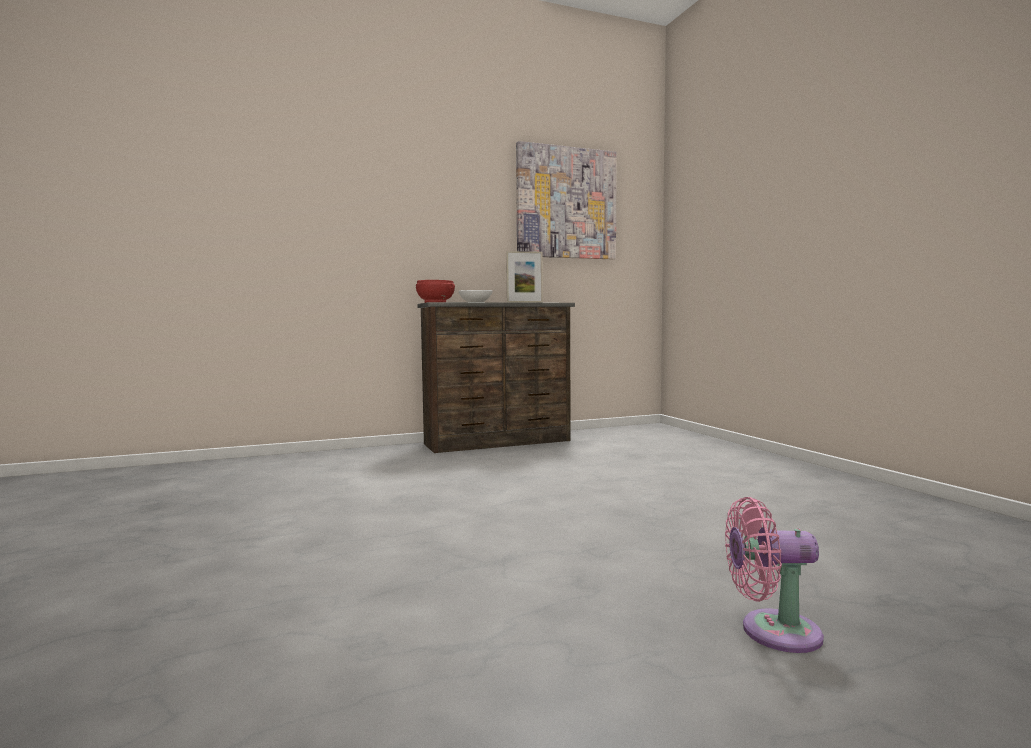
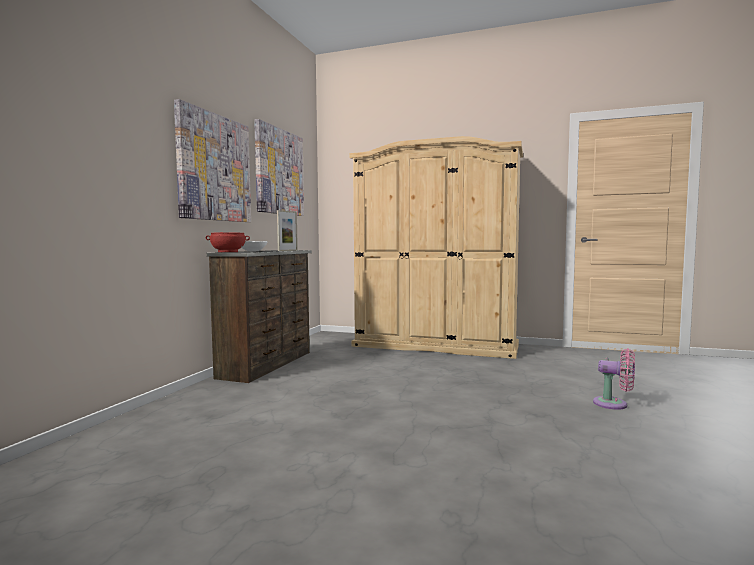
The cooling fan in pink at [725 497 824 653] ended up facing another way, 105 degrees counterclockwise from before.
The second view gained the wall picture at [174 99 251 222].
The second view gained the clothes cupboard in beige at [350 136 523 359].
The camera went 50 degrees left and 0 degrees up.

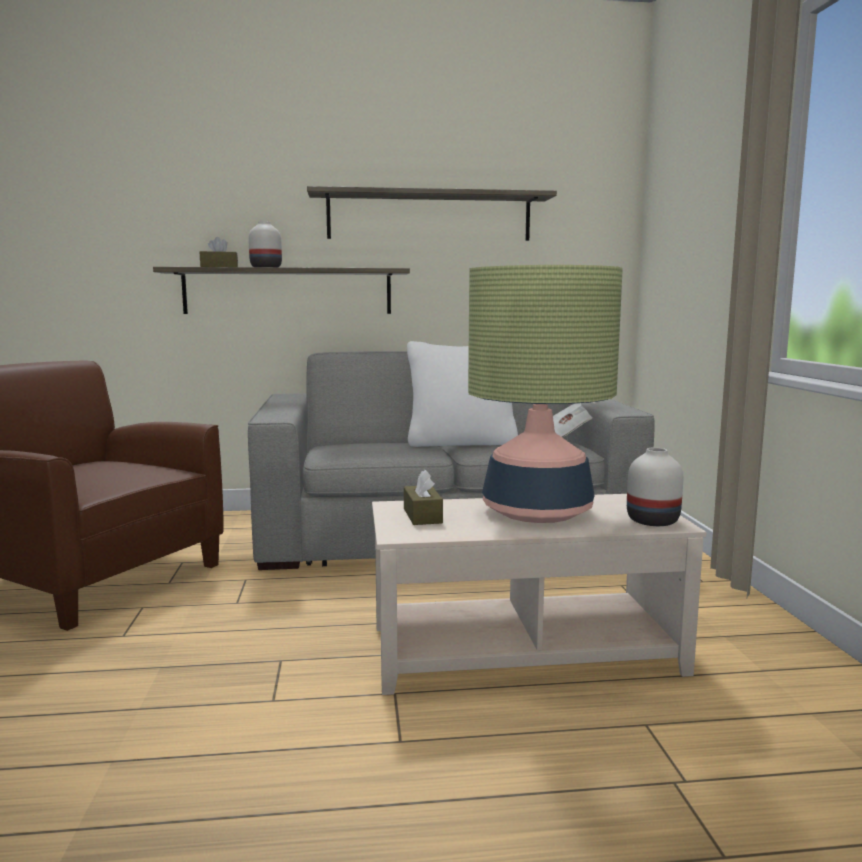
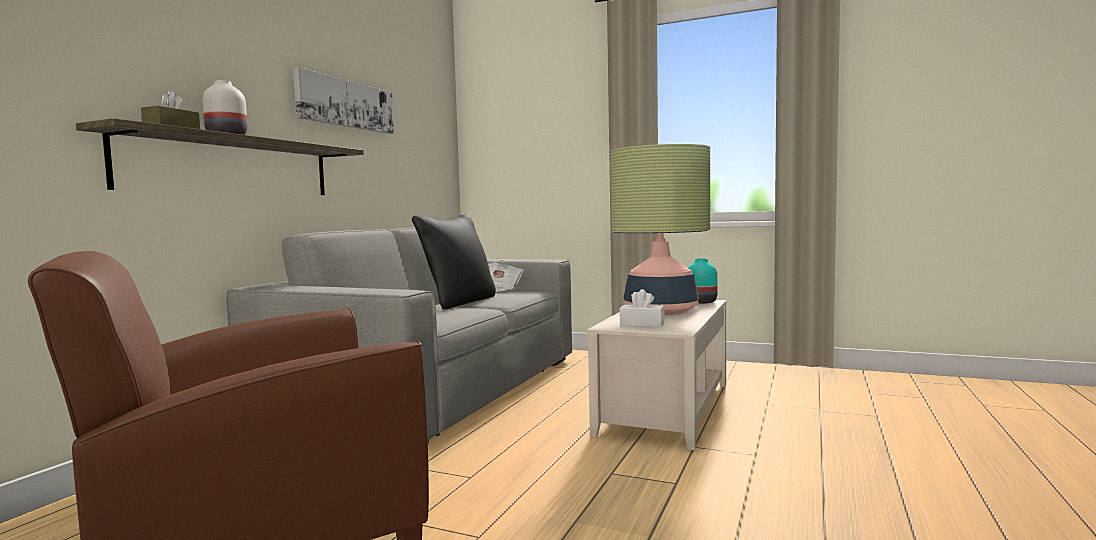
Where the bracket shelf hung at [307 186 557 241], the wall picture came to hang at [293 67 394 134].
What was the tissue holder in brown at [404 470 443 525] turned into the tissue holder in white-coloured at [619 289 665 327].
What was the pillow in white-coloured at [407 341 518 447] turned into the pillow in black at [412 215 496 309].
What was the vase in white-coloured at [627 447 683 526] turned into the vase in turquoise at [688 258 718 304].
The camera went 60 degrees left and 5 degrees down.

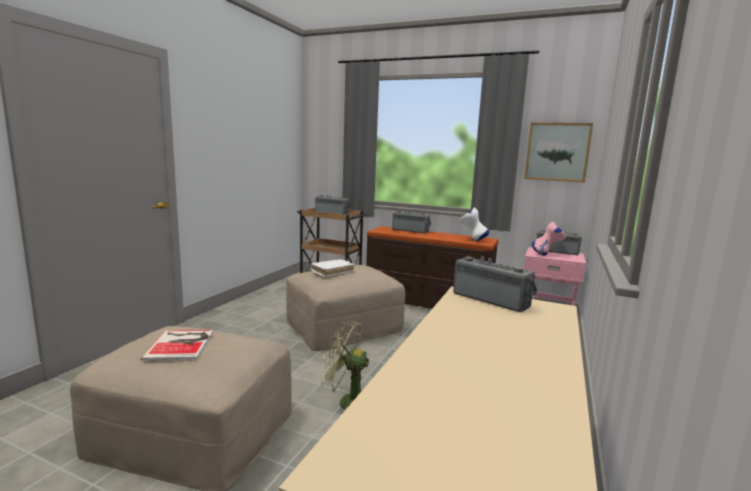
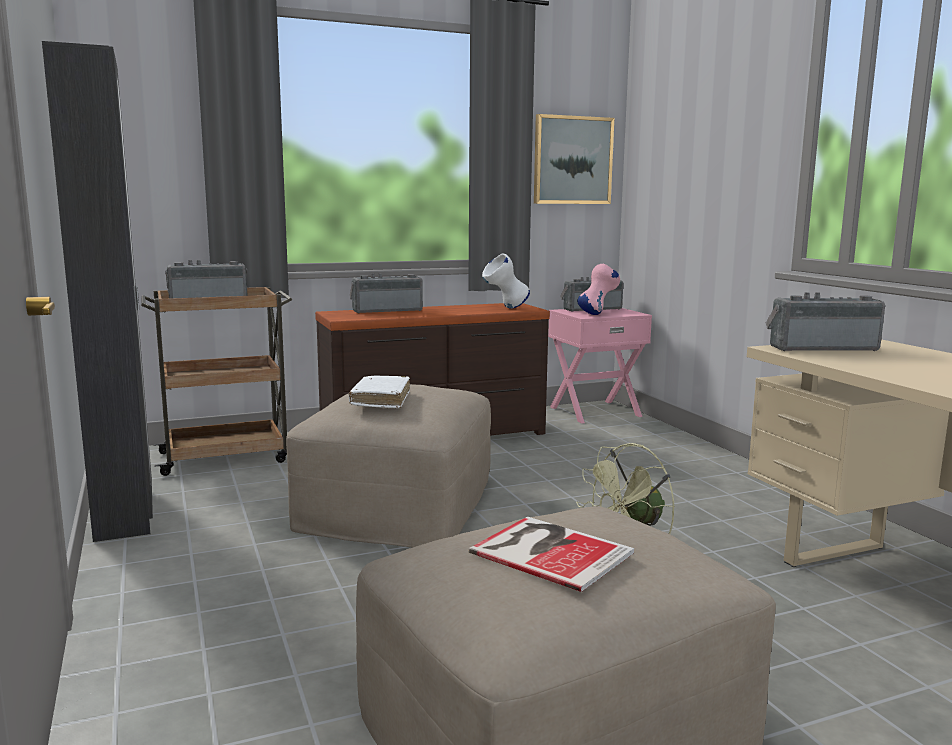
The second view gained the clothes cupboard in black at [42 41 153 542].
The camera went 45 degrees left and 0 degrees up.

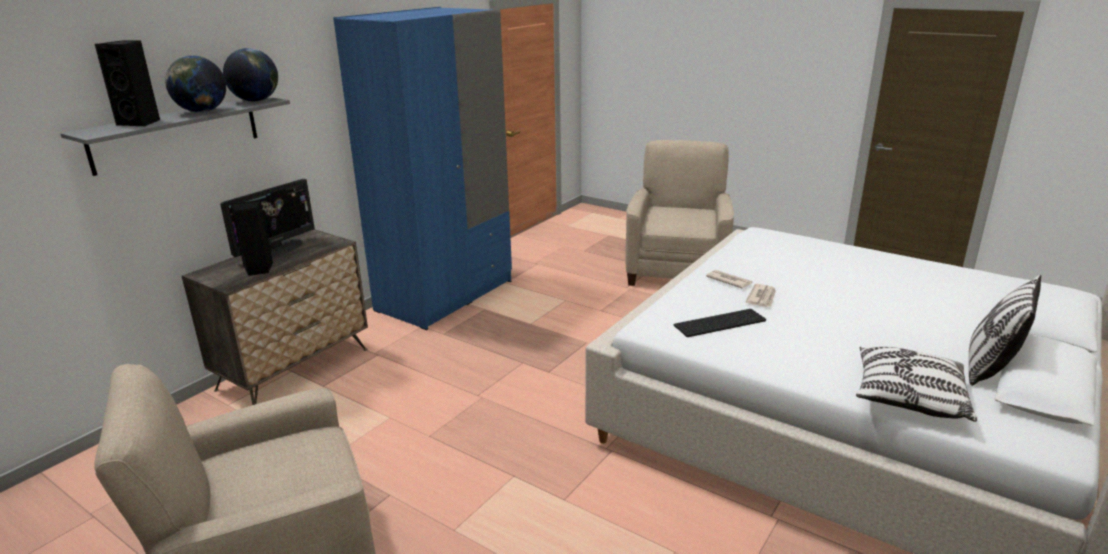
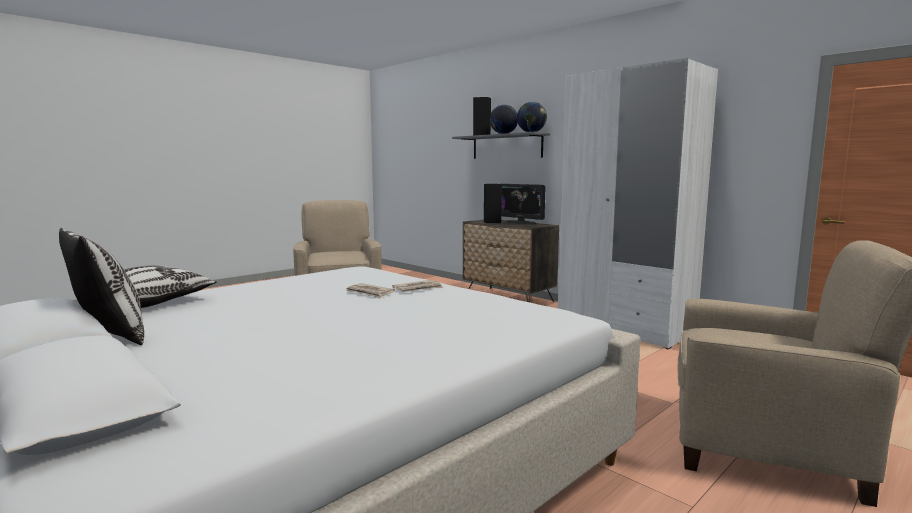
What was the clothes cupboard in bluish at [333 7 512 330] turned into the clothes cupboard in white-coloured at [558 58 718 349].
The second view lost the keyboard at [674 309 766 337].
The camera went 100 degrees right and 15 degrees down.

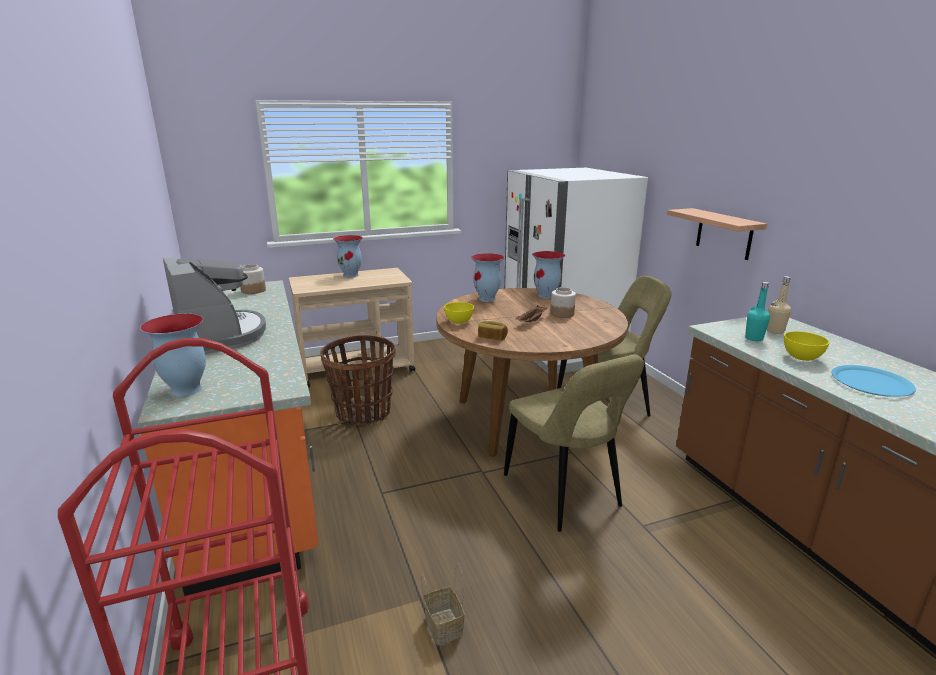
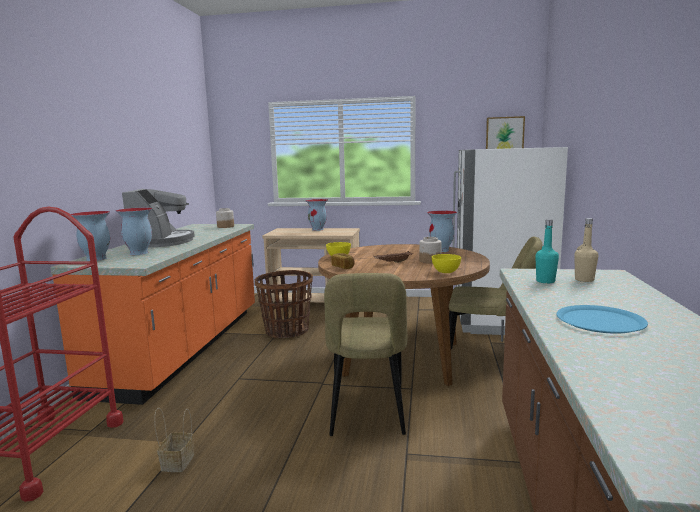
The vase ended up elsewhere, having gone from [471 253 504 302] to [116 208 152 255].
The second view lost the bracket shelf at [667 208 767 260].
The deep dish in yellow ended up elsewhere, having gone from [784 331 830 361] to [432 254 461 273].
The second view gained the wall picture at [486 116 525 149].
The camera went 30 degrees right and 10 degrees down.

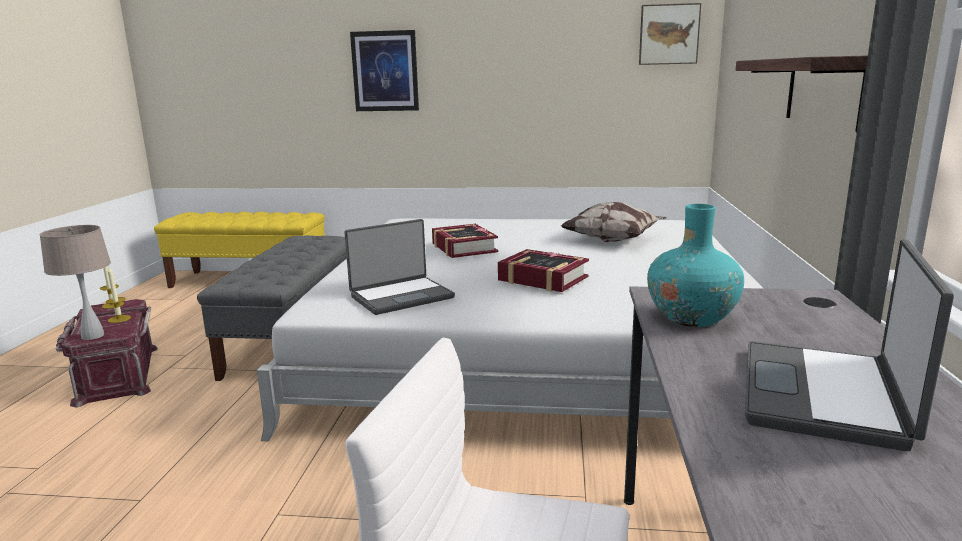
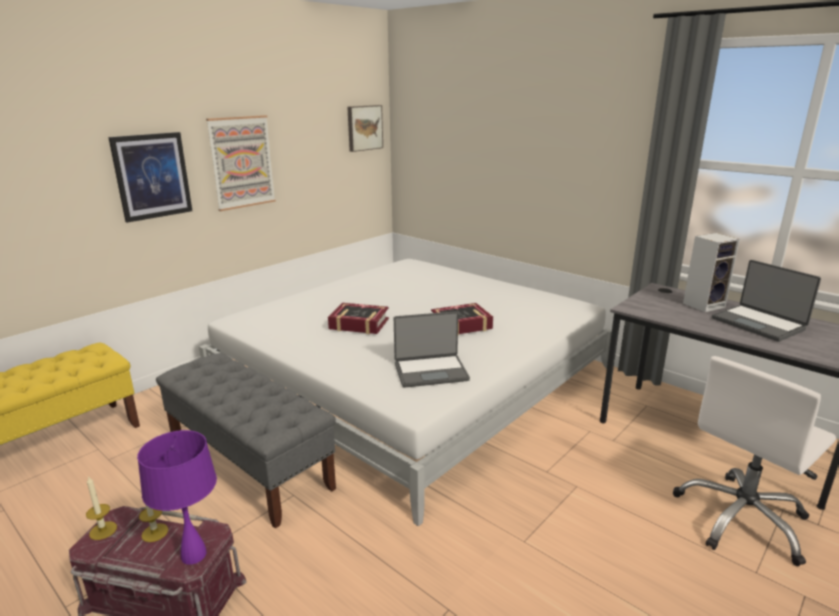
What was the tabletop lamp in beige at [39 225 111 340] turned into the tabletop lamp in purple-coloured at [137 430 217 565].
The notebook computer at [344 219 455 315] ended up facing another way, 75 degrees clockwise from before.
The second view lost the pillow at [561 202 667 242].
The second view lost the vase in turquoise at [647 204 744 327].
The second view lost the bracket shelf at [736 55 868 132].
The second view gained the wall picture at [206 115 276 211].
The second view gained the audio speaker at [683 233 740 312].
The camera went 55 degrees left and 5 degrees up.

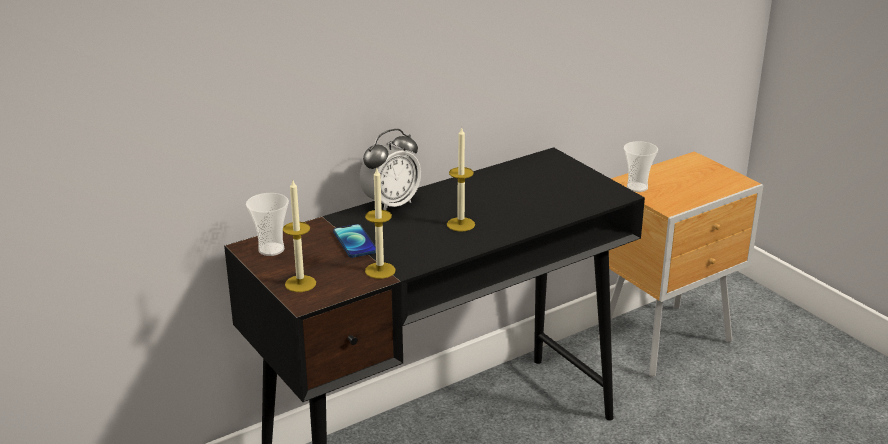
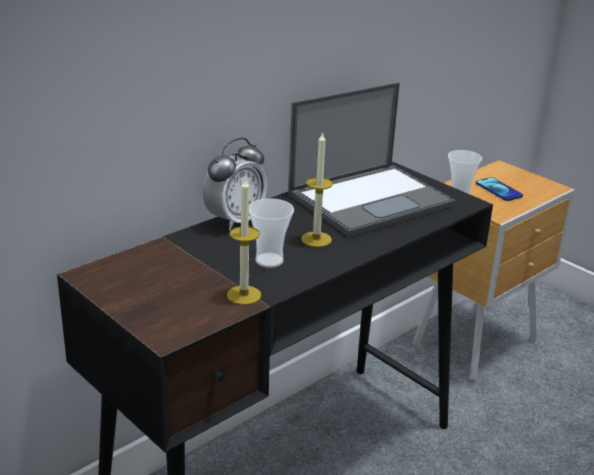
The cup ended up elsewhere, having gone from [246 193 289 256] to [249 198 294 268].
The second view lost the wax light at [283 180 316 292].
The handset ended up elsewhere, having gone from [333 224 376 258] to [476 177 523 201].
The second view gained the notebook computer at [288 82 456 237].
The camera went 10 degrees left and 0 degrees up.

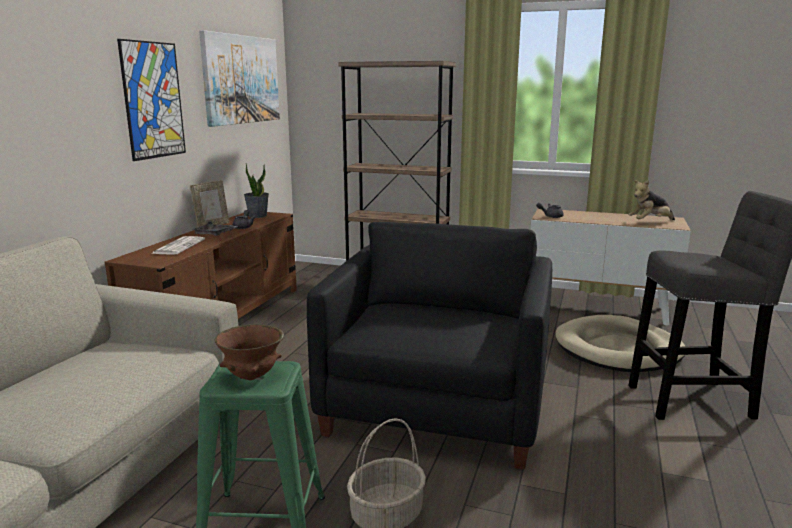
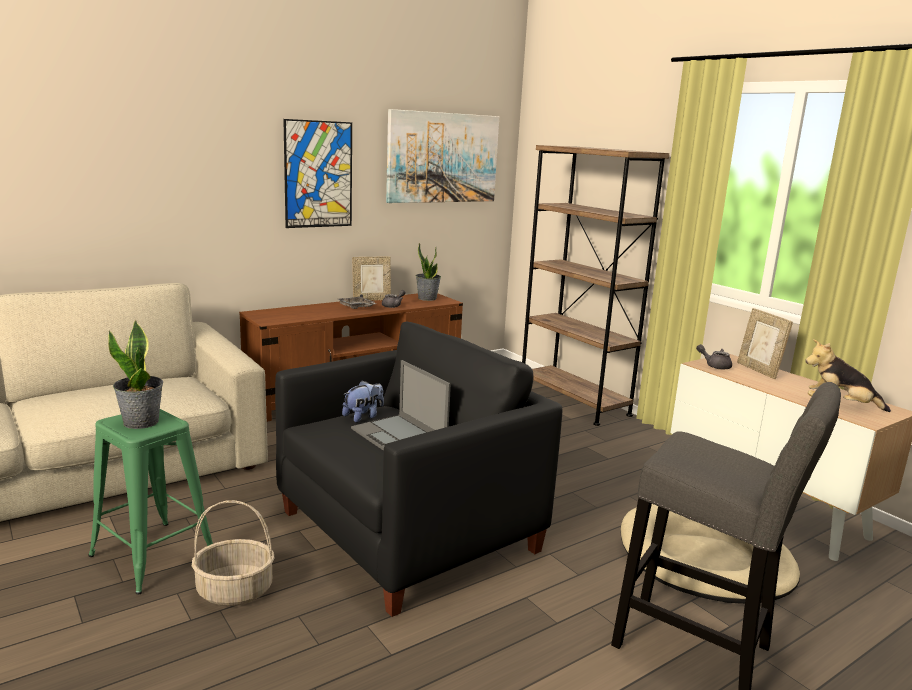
The second view lost the daily paper at [151 236 205 255].
Where the deep dish in brown stood at [215 324 284 380], the plant in a pot came to stand at [108 320 163 429].
The second view gained the soft toy at [342 381 384 423].
The second view gained the notebook computer at [351 360 451 451].
The second view gained the standing frame at [737 308 793 379].
The camera went 35 degrees right and 0 degrees up.

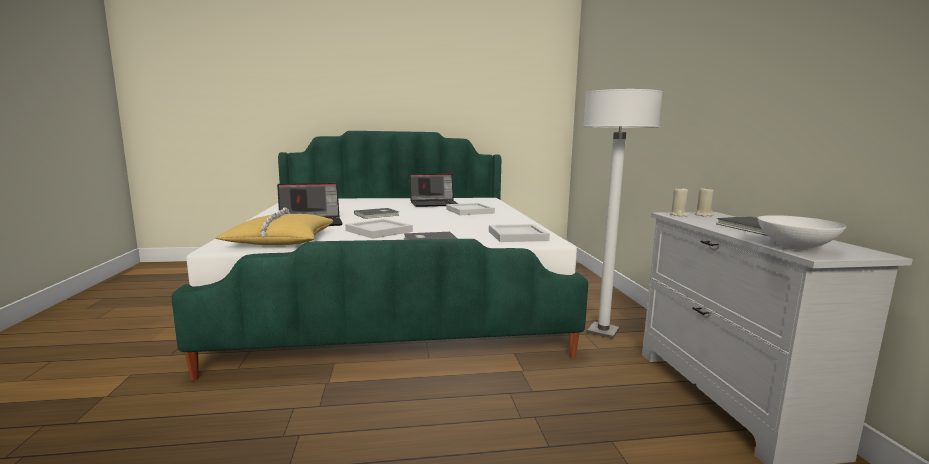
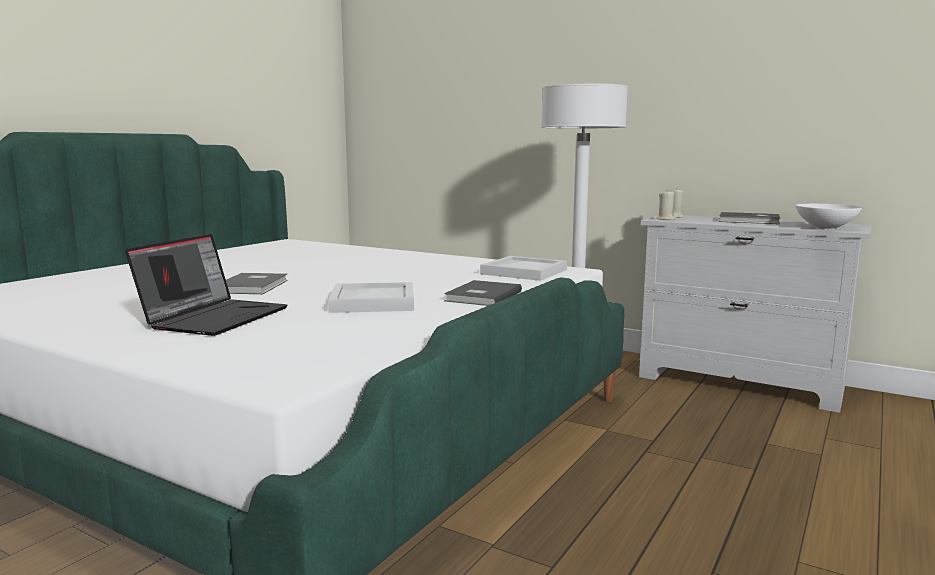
The second view lost the pillow in yellow at [215 208 333 245].
The second view lost the notebook computer at [409 174 458 207].
The second view lost the serving tray in white-coloured at [446 203 495 215].
The camera went 50 degrees left and 0 degrees up.

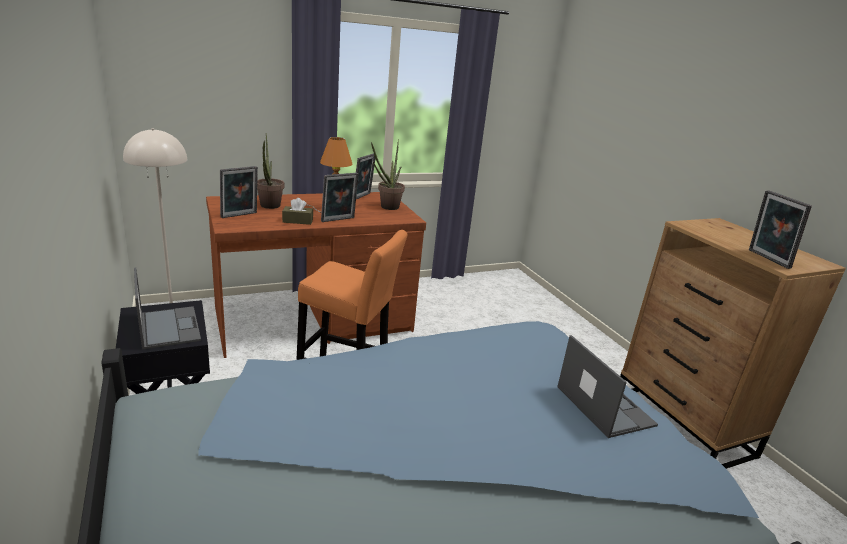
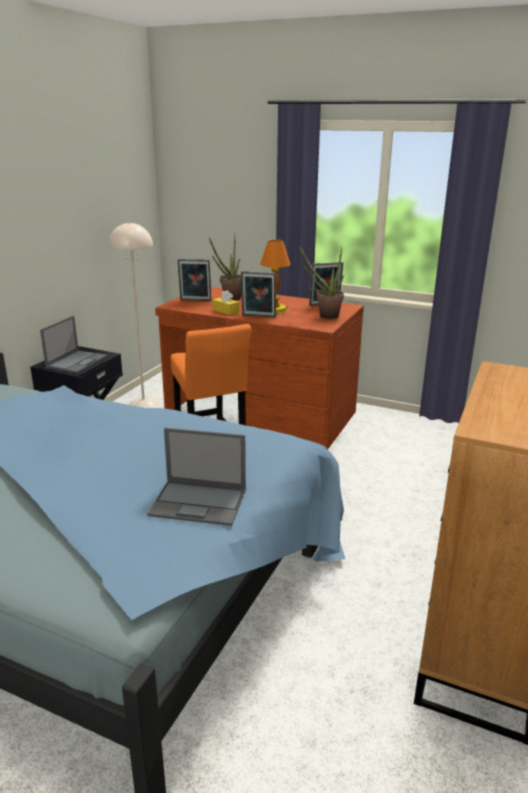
What was the tissue holder in brown at [282 198 313 225] turned into the tissue holder in yellow at [213 290 239 315].
The notebook computer at [557 335 658 438] ended up facing another way, 75 degrees clockwise from before.
The second view lost the standing frame at [749 190 812 269].
The camera went 50 degrees right and 0 degrees up.

